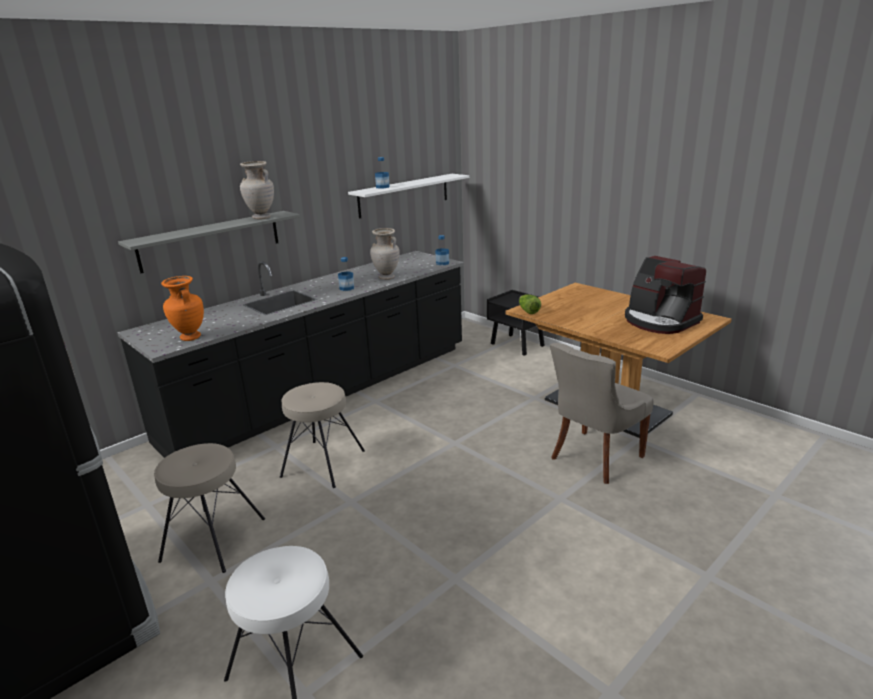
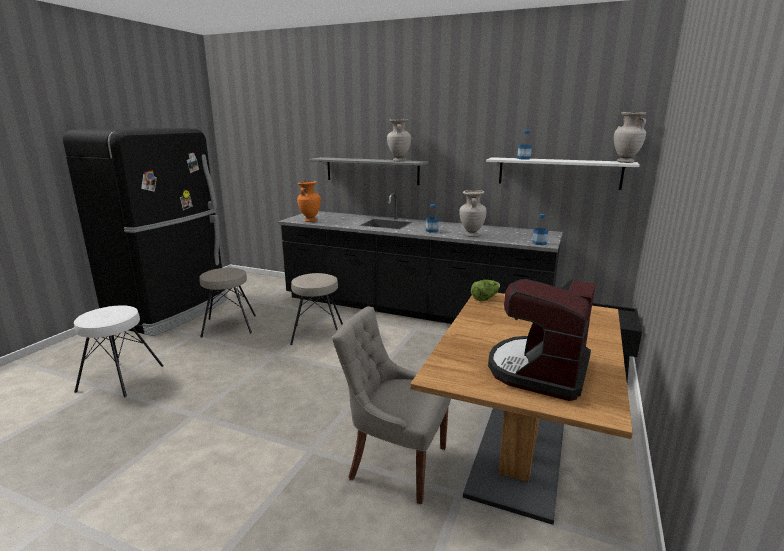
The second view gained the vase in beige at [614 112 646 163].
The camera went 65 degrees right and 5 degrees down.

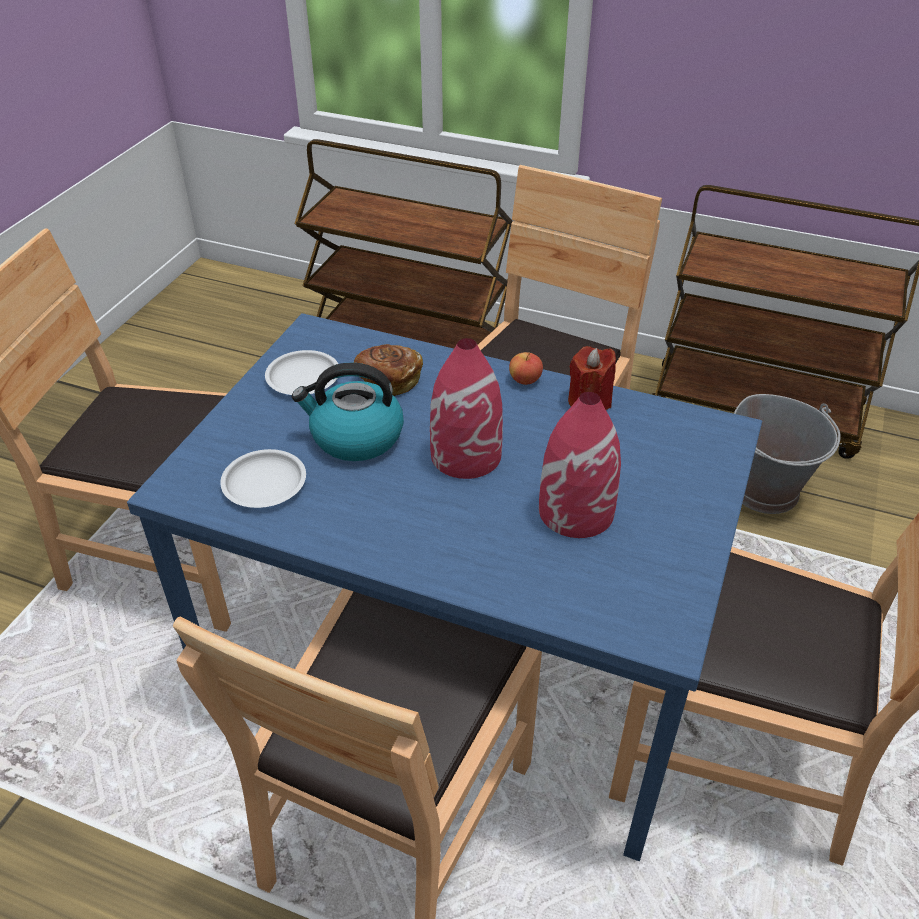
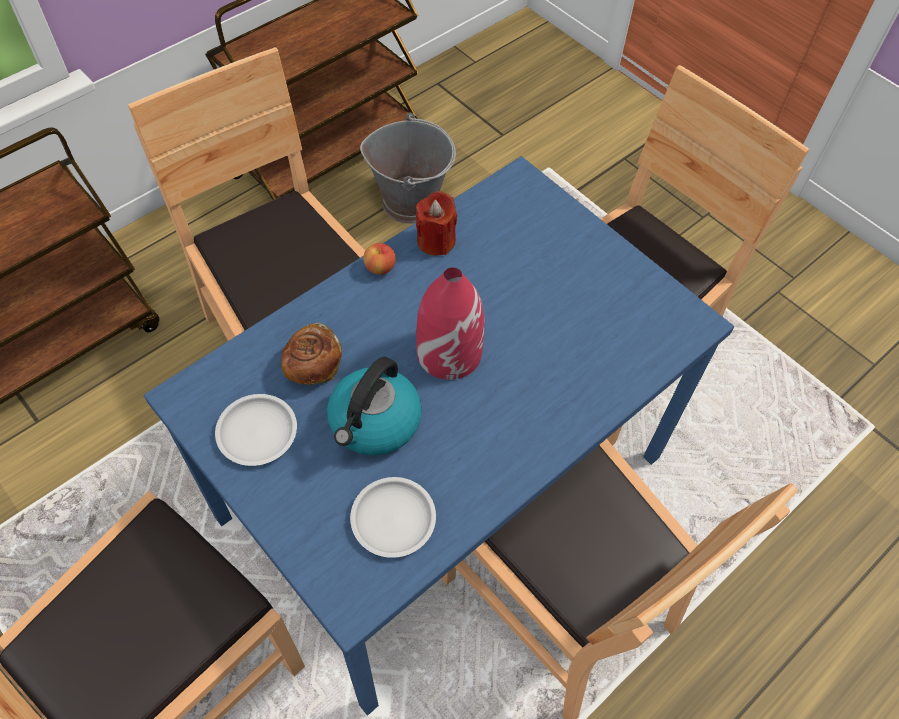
The second view lost the vase in red-coloured at [539 392 621 538].
The camera went 65 degrees left and 15 degrees up.

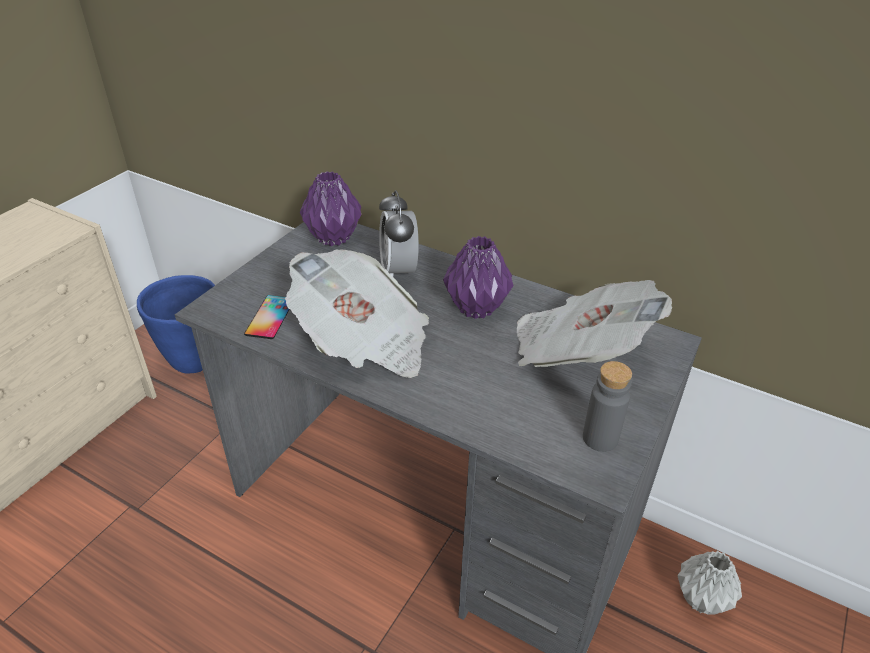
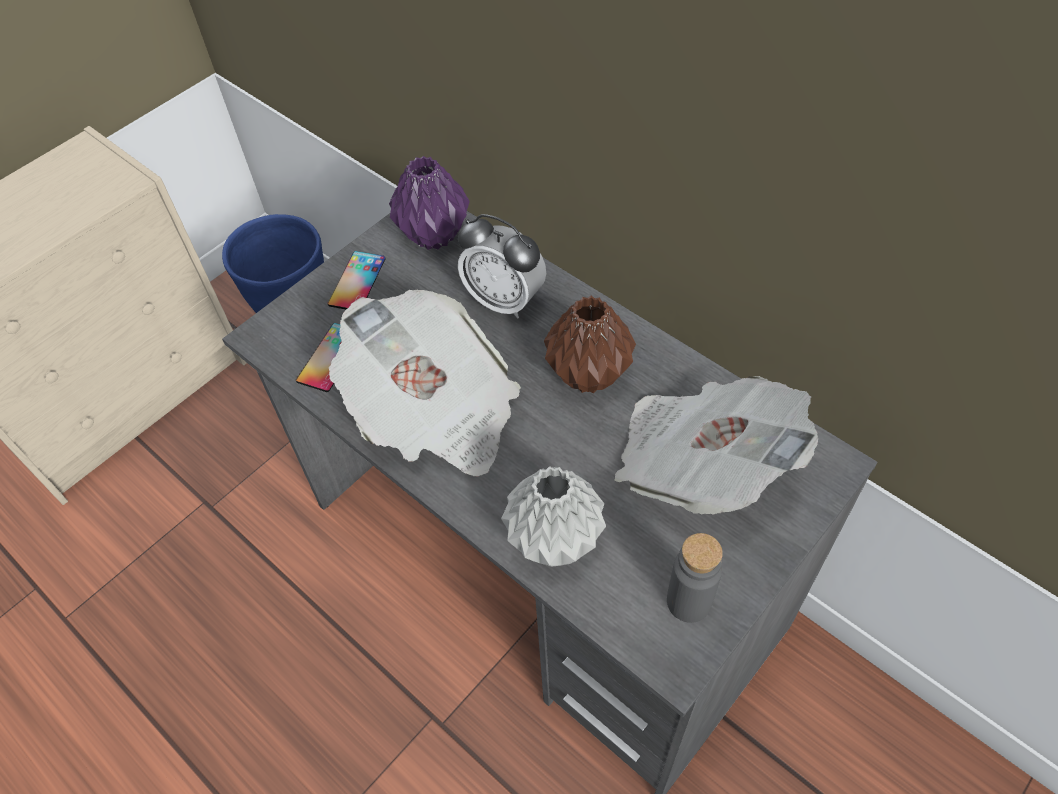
The alarm clock at [379 190 419 276] ended up facing another way, 60 degrees counterclockwise from before.
What was the vase in purple-coloured at [443 236 514 319] turned into the vase in brown at [544 296 636 393].
The vase in gray ended up elsewhere, having gone from [677 551 742 614] to [501 466 606 567].
The second view gained the handset at [327 251 385 309].
The camera went 15 degrees right and 15 degrees up.

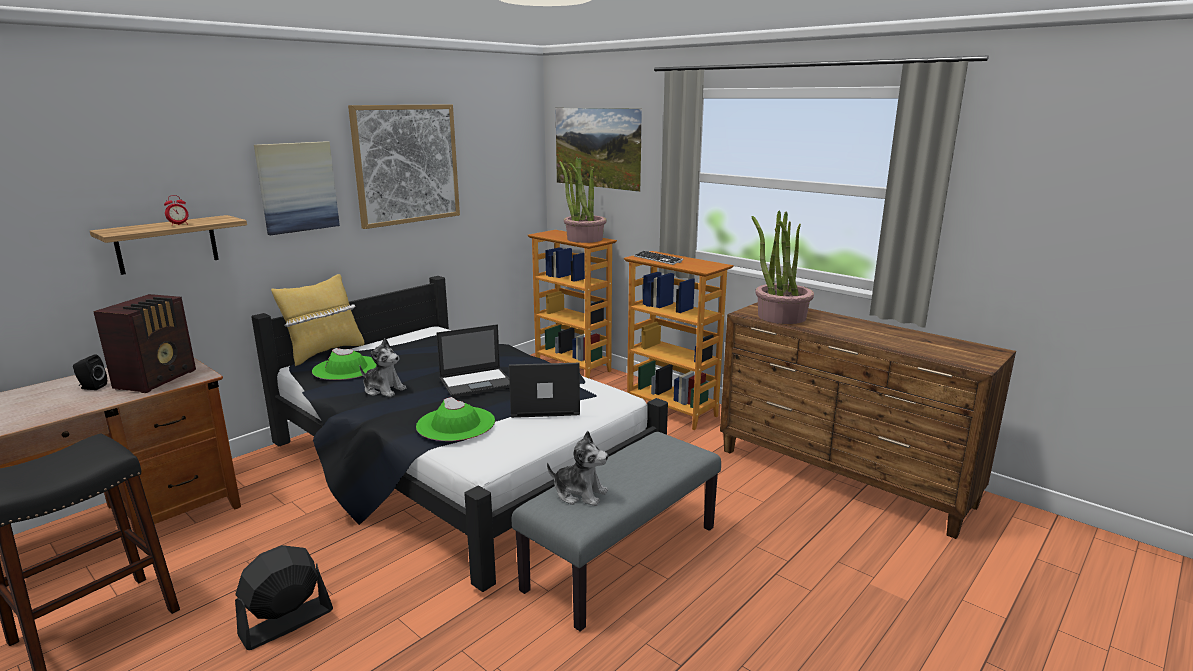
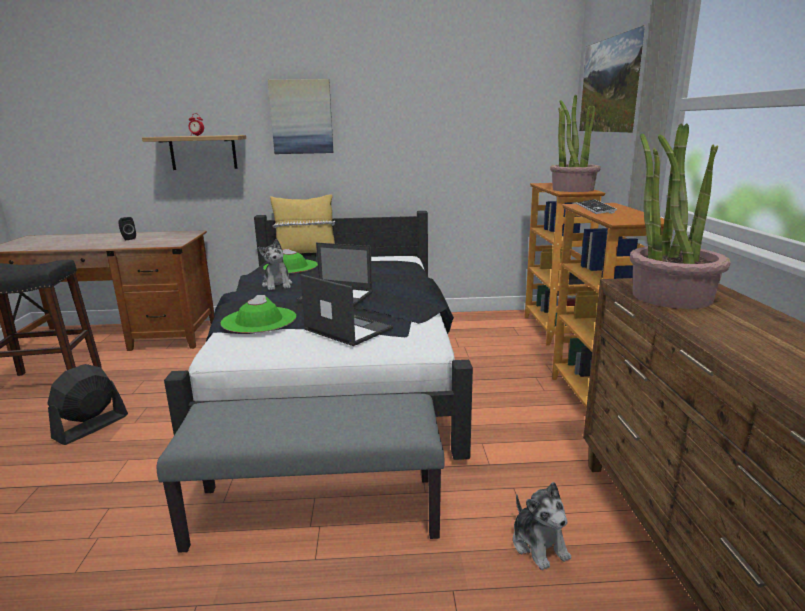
The second view lost the radio at [93 294 196 393].
The cooling fan in black at [235 545 333 650] ended up facing another way, 60 degrees counterclockwise from before.
The second view lost the wall picture at [348 104 460 229].
The soft toy ended up elsewhere, having gone from [547 431 608 506] to [513 482 571 570].
The camera went 45 degrees right and 0 degrees up.

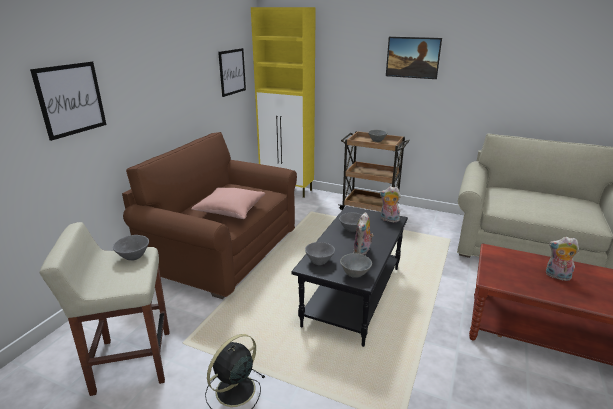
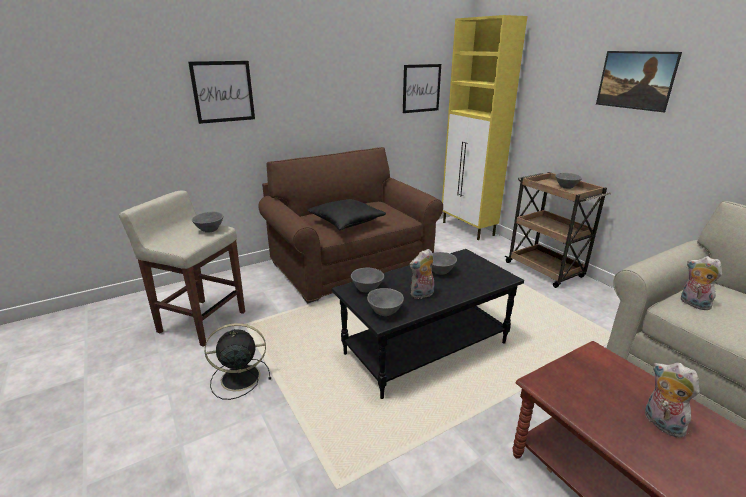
What was the pillow in pink at [191 188 265 219] turned into the pillow in black at [307 199 386 230].
The soft toy ended up elsewhere, having gone from [380 186 401 222] to [681 256 722 310].
The camera went 35 degrees right and 0 degrees up.

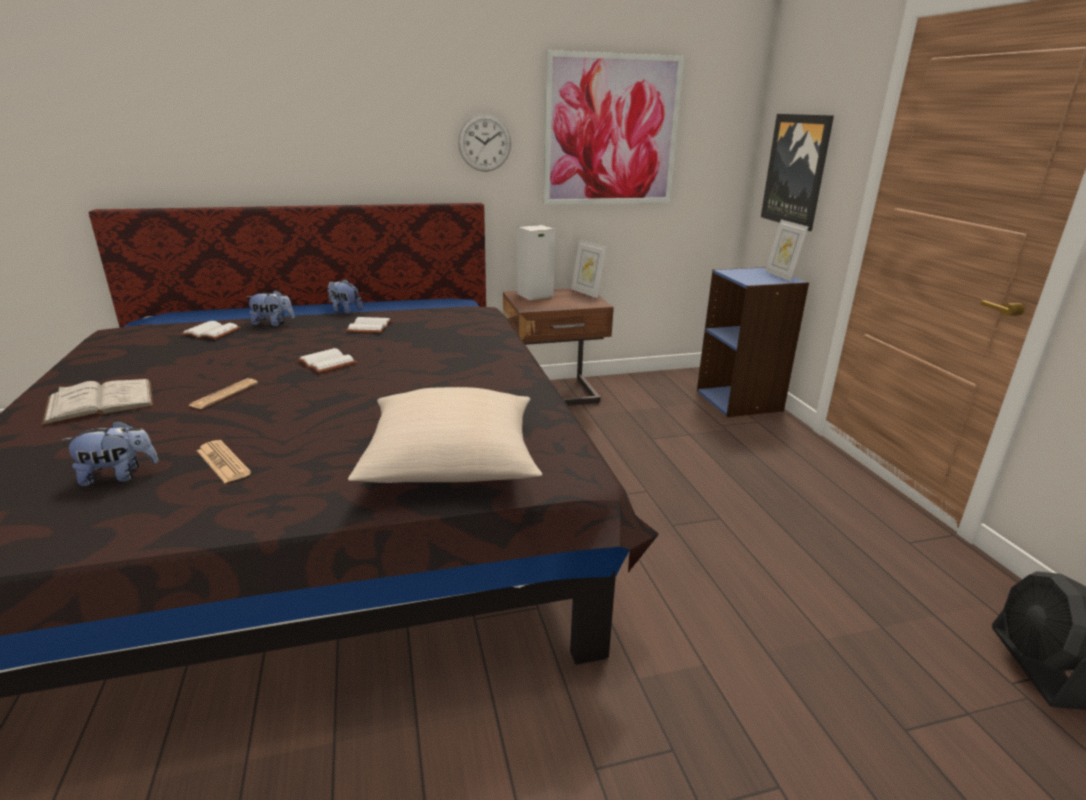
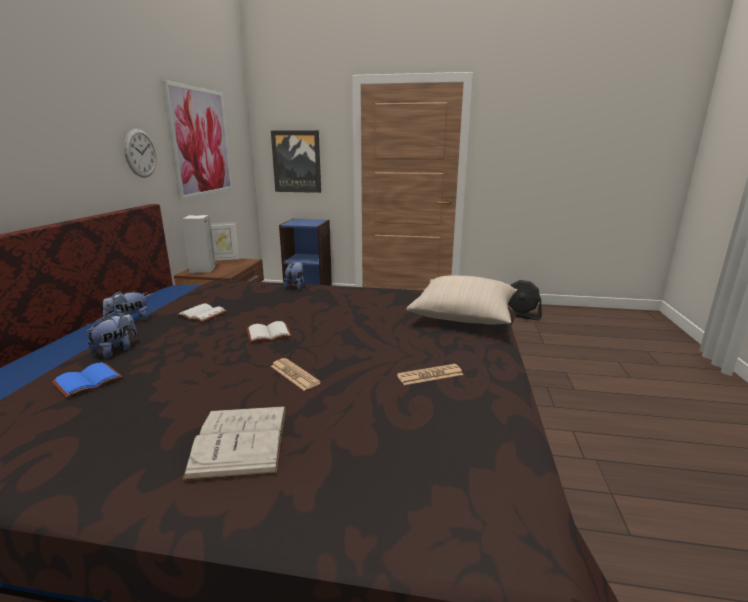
The soft toy ended up elsewhere, having gone from [61 420 158 486] to [283 261 304 289].
What was the bound book in white-coloured at [181 321 241 339] turned into the bound book in bluish at [52 362 123 398].
The second view lost the standing frame at [765 220 808 281].
The camera went 65 degrees left and 5 degrees down.

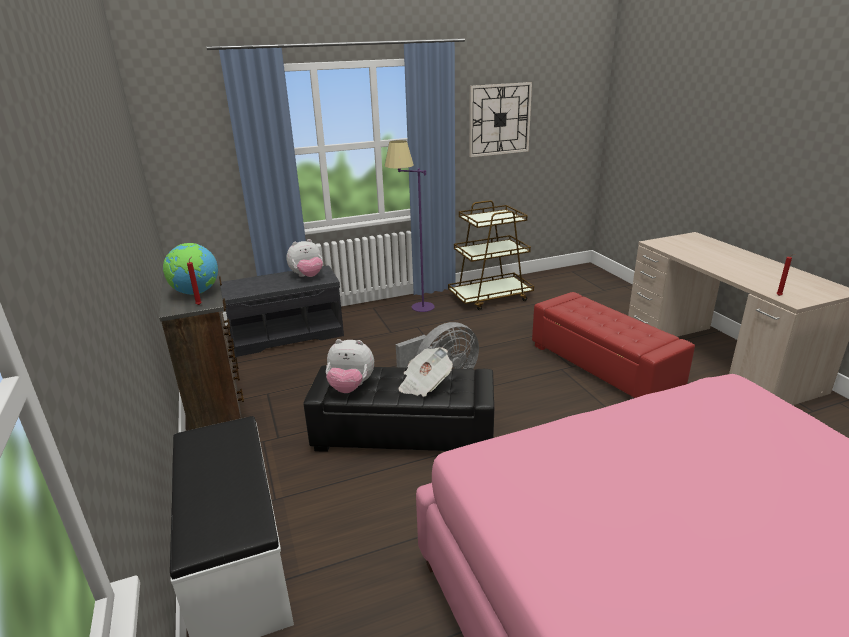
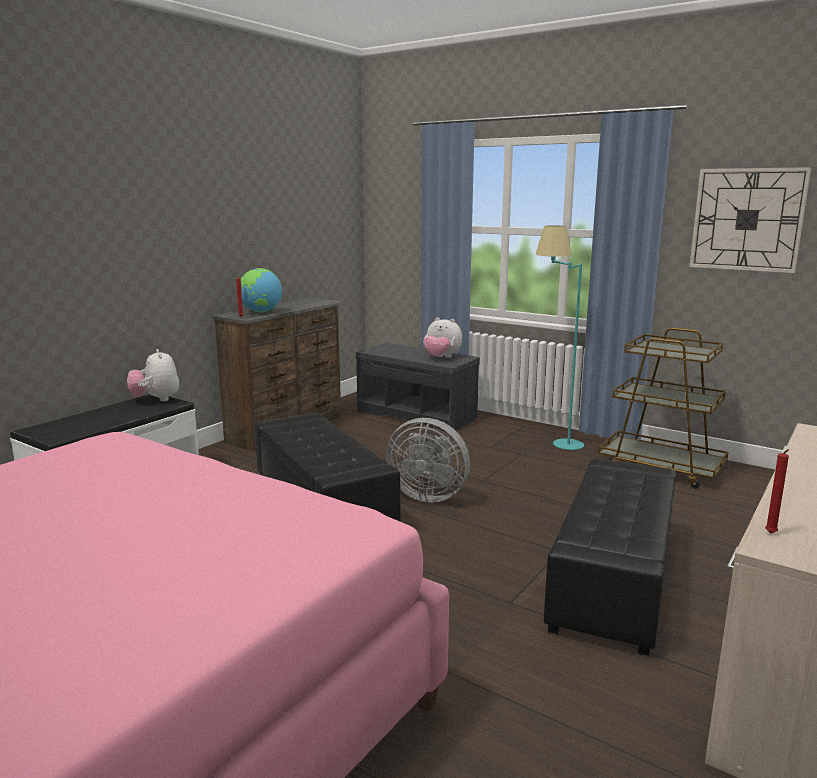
The soft toy ended up elsewhere, having gone from [326 339 374 393] to [127 349 179 401].
What was the floor lamp in purple-coloured at [385 140 435 312] turned into the floor lamp in turquoise at [535 226 584 450].
The second view lost the daily paper at [398 347 453 397].
What was the footrest in red-coloured at [532 292 695 398] turned into the footrest in black at [544 458 676 656].
The camera went 55 degrees right and 10 degrees down.

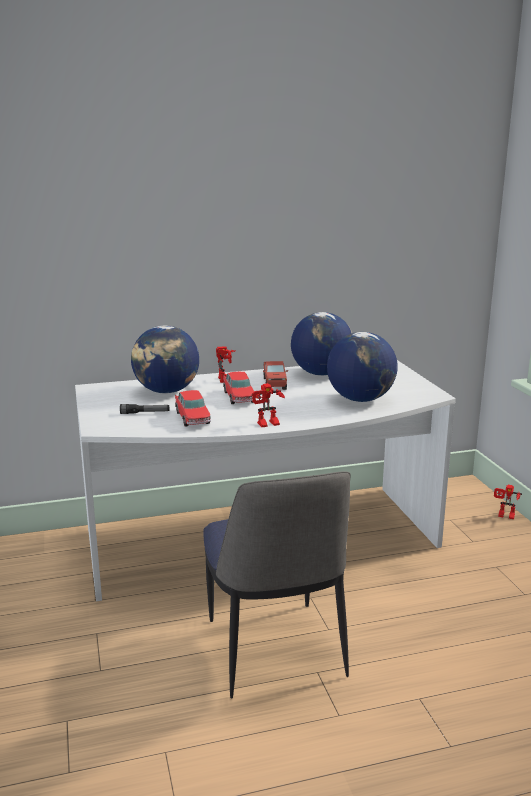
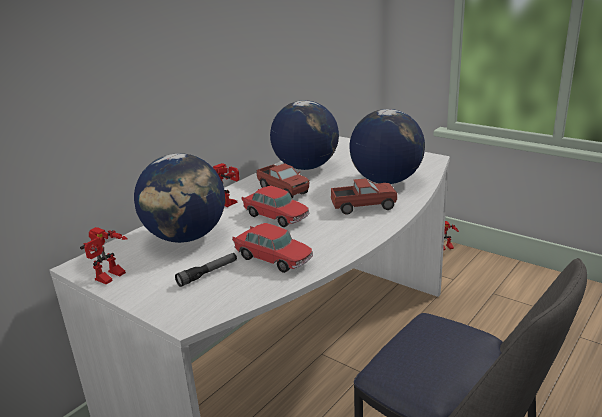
The robot figure ended up elsewhere, having gone from [252 383 285 427] to [80 227 127 284].
The second view gained the toy lorry at [331 179 397 215].
The camera went 35 degrees left and 5 degrees up.

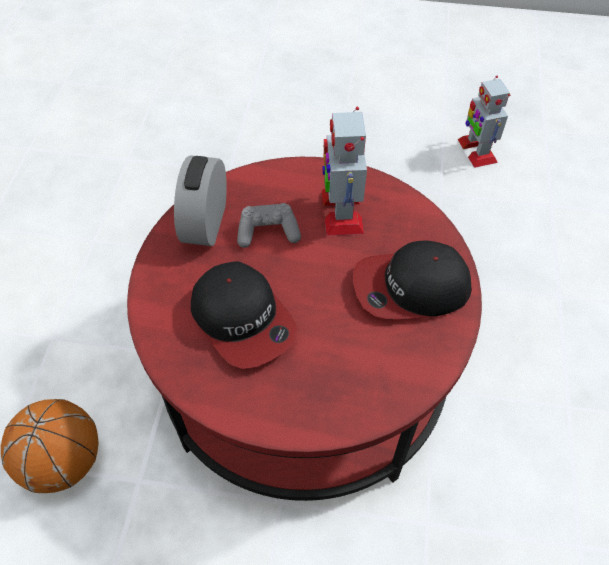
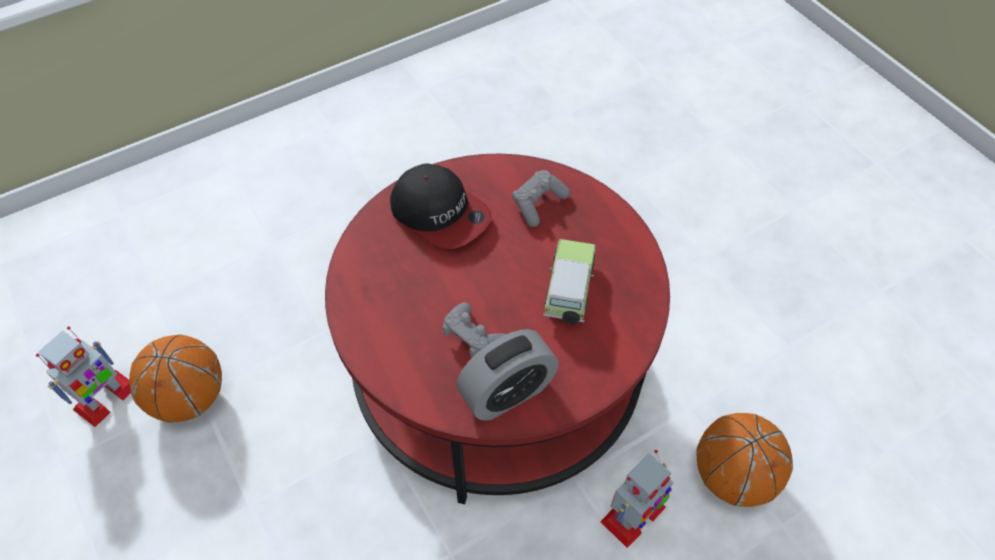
Where the baseball cap stood at [191 261 298 369], the model car came to stand at [543 239 596 324].
The robot figure ended up elsewhere, having gone from [322 107 367 236] to [600 450 673 548].
The second view gained the basketball at [129 335 222 423].
The second view gained the game controller in gray at [512 170 570 227].
The camera went 130 degrees left and 0 degrees up.

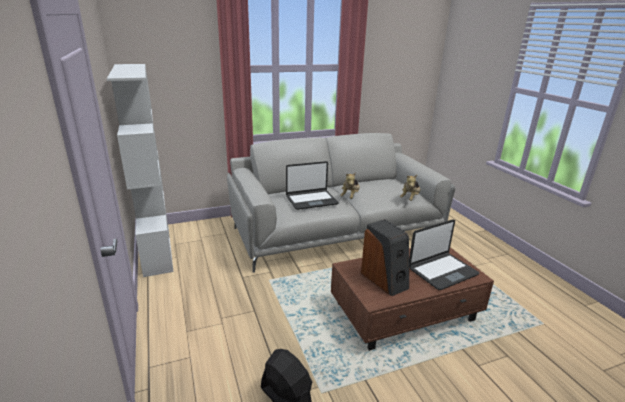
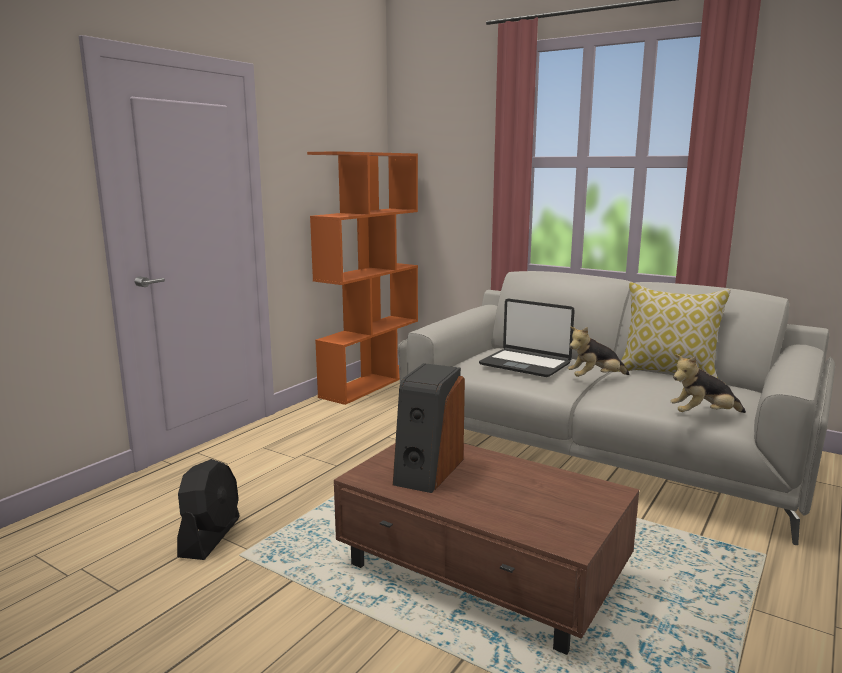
What was the bookcase in white-coloured at [107 64 173 277] turned into the bookcase in orange at [307 151 418 405].
The second view lost the notebook computer at [409 219 479 290].
The second view gained the pillow at [618 282 731 378].
The camera went 55 degrees right and 10 degrees down.

